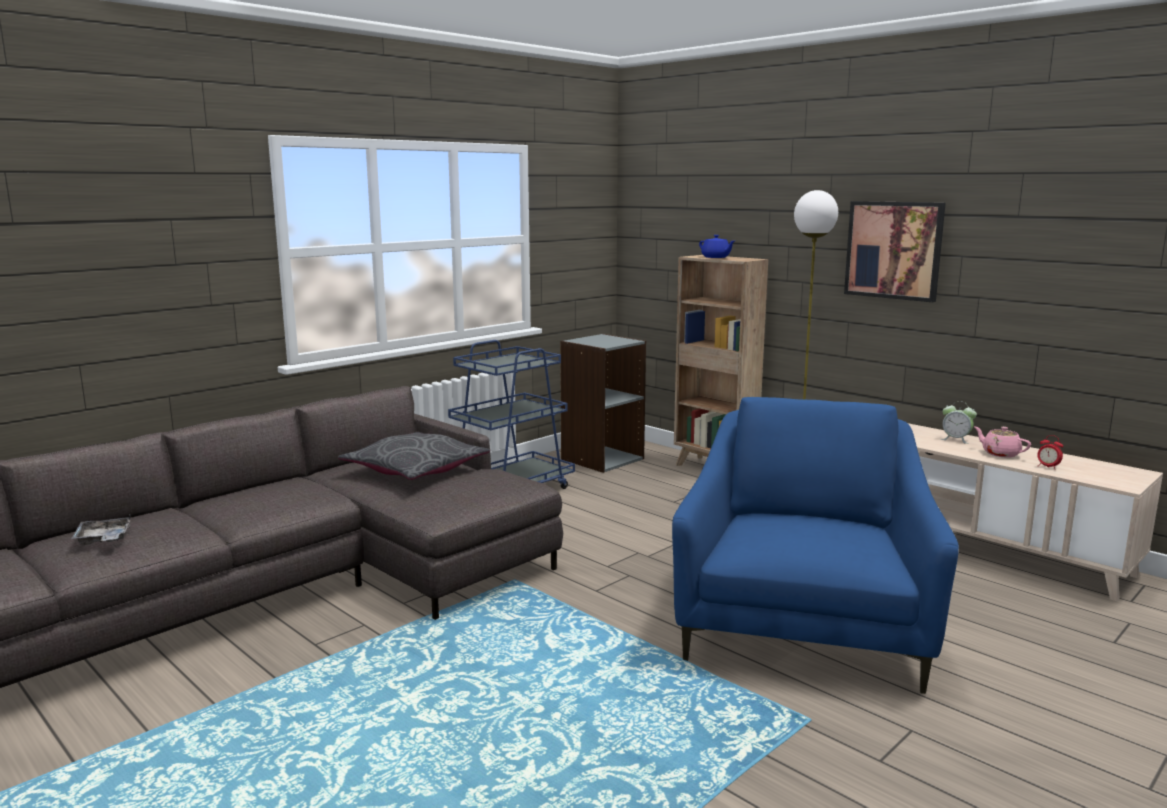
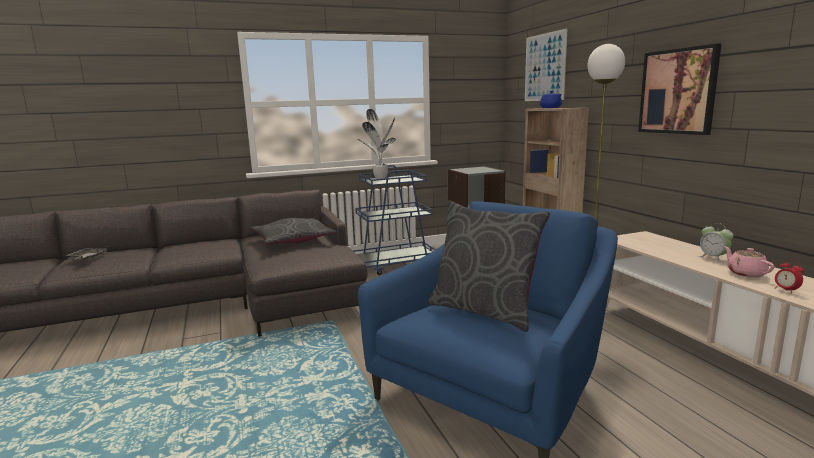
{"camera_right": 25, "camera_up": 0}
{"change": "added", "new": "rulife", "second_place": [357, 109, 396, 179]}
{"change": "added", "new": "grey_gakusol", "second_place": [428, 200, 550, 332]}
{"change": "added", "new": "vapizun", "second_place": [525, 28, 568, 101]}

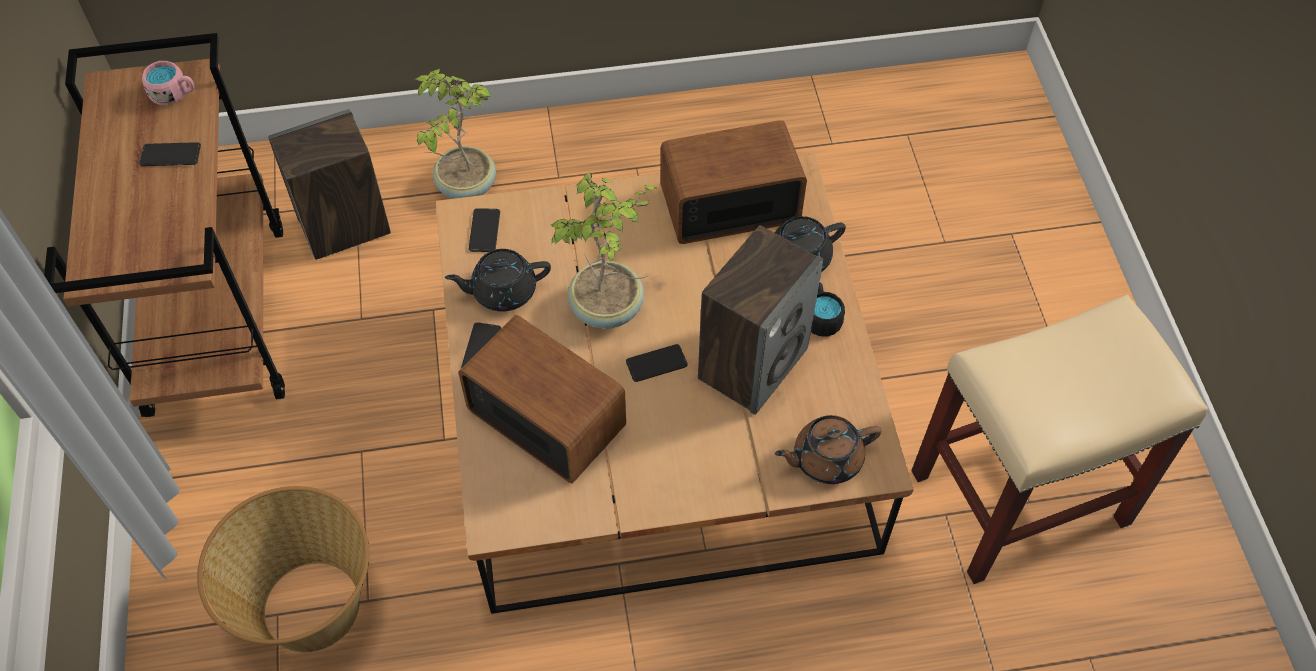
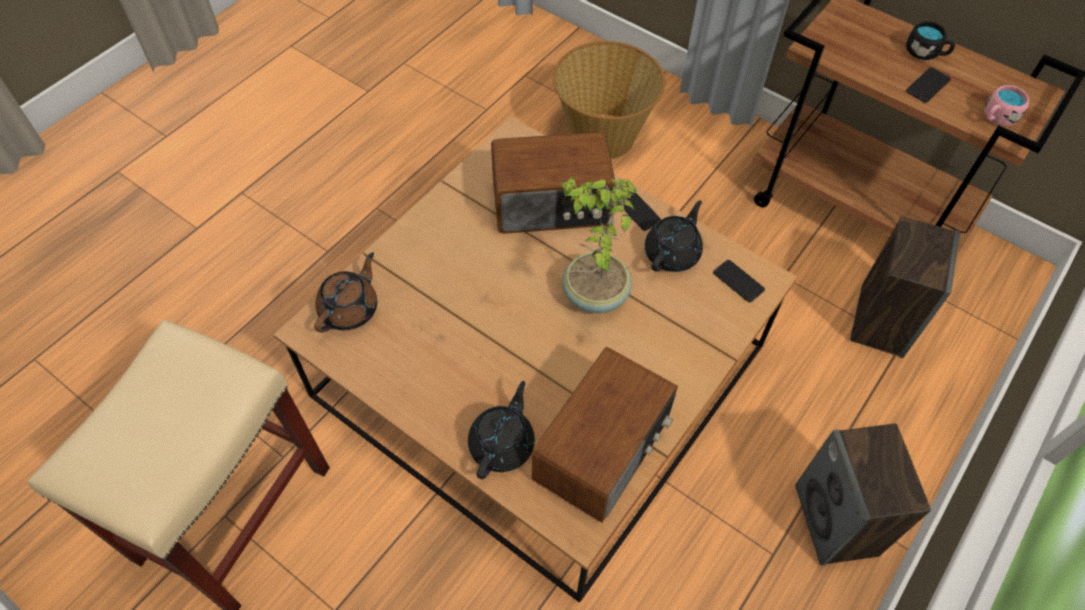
{"camera_right": 135, "camera_up": 0}
{"change": "removed", "old": "rulife", "first_place": [416, 69, 496, 199]}
{"change": "removed", "old": "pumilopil", "first_place": [626, 344, 688, 382]}
{"change": "moved", "old": "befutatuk", "first_place": [698, 225, 823, 415], "second_place": [795, 424, 931, 566]}
{"change": "moved", "old": "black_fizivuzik", "first_place": [811, 282, 845, 337], "second_place": [906, 21, 955, 60]}

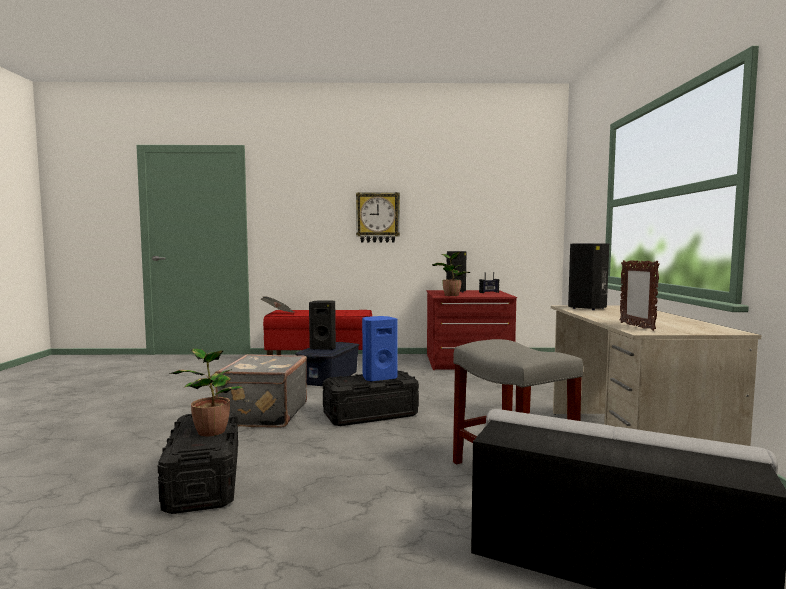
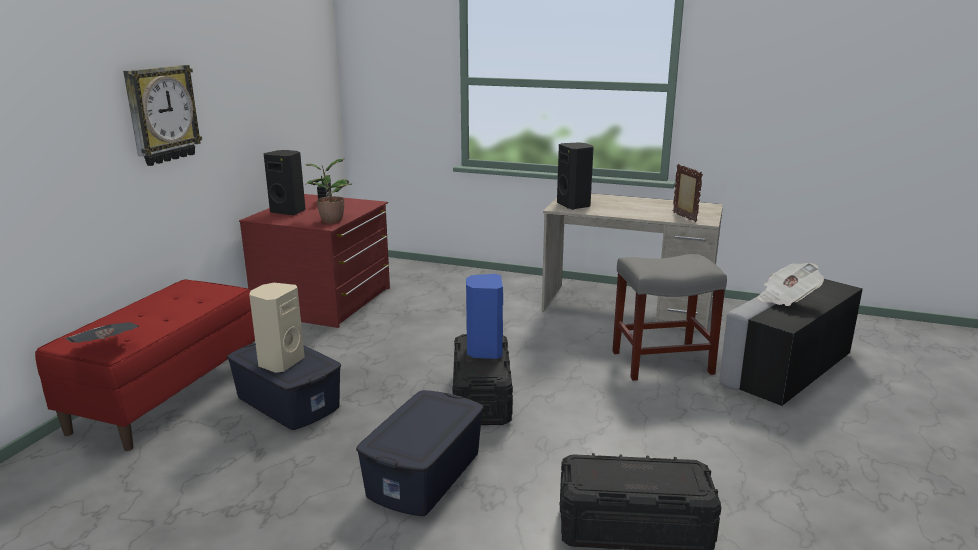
{"camera_right": -70, "camera_up": 15}
{"change": "removed", "old": "rulife", "first_place": [169, 348, 245, 436]}
{"change": "replaced", "old": "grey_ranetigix", "new": "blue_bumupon", "first_place": [215, 354, 307, 428], "second_place": [356, 390, 484, 516]}
{"change": "recoloured", "old": "black_befutatuk", "new": "beige_befutatuk", "first_place": [309, 300, 336, 350], "second_place": [249, 283, 305, 373]}
{"change": "turned", "old": "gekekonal", "first_place": [620, 260, 660, 331], "second_place": [673, 164, 703, 222], "degrees": -120}
{"change": "added", "new": "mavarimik", "second_place": [757, 263, 824, 306]}

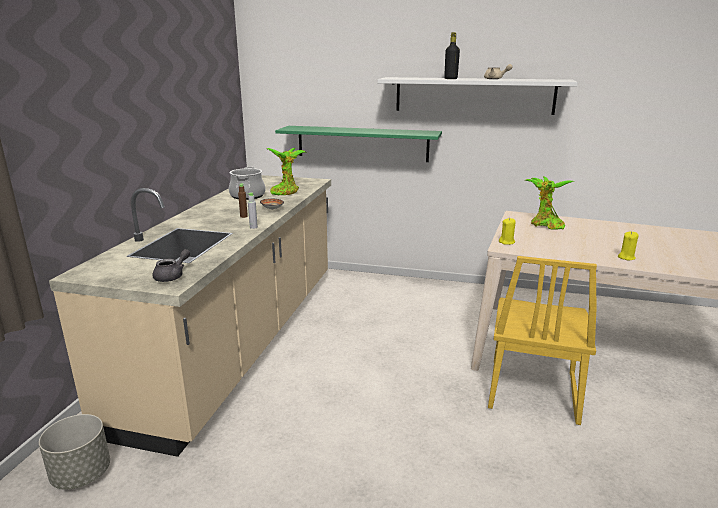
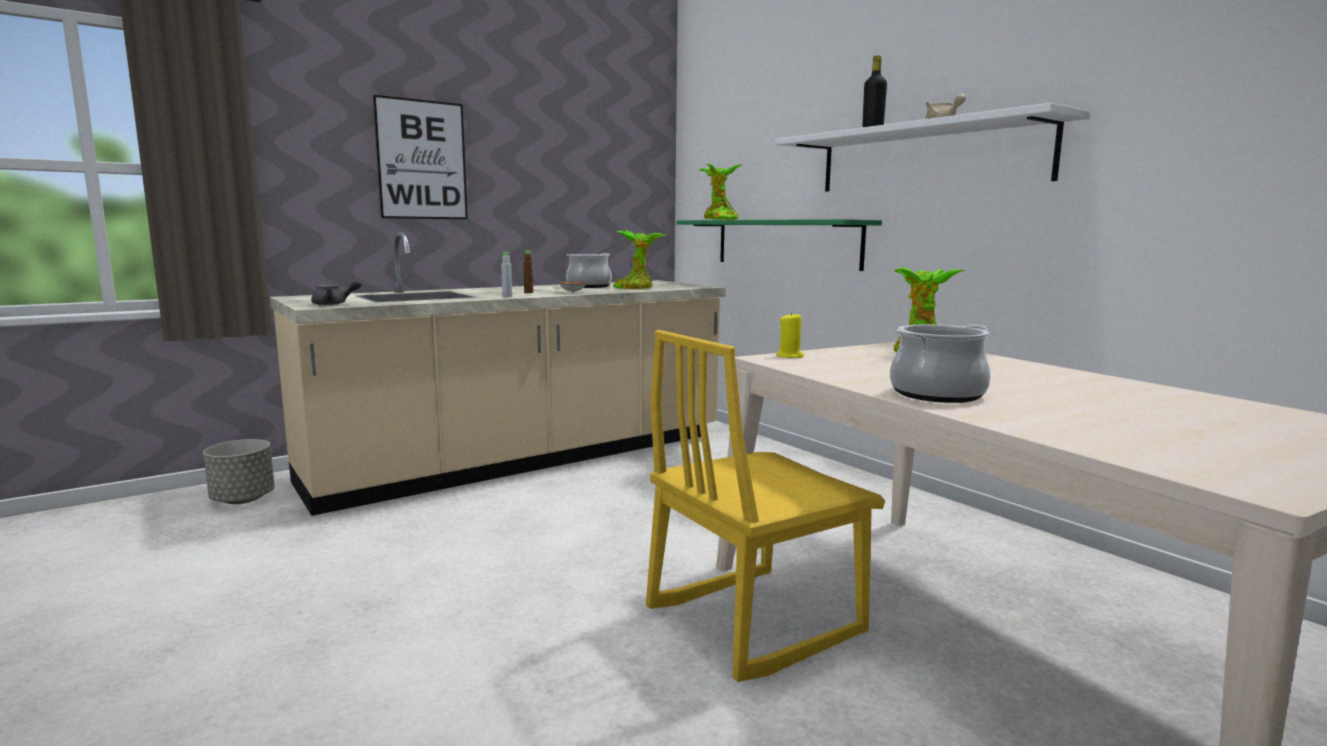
{"camera_right": 40, "camera_up": -10}
{"change": "replaced", "old": "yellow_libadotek", "new": "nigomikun", "first_place": [618, 231, 639, 260], "second_place": [890, 325, 991, 403]}
{"change": "added", "new": "vapizun", "second_place": [373, 95, 468, 219]}
{"change": "added", "new": "rulife", "second_place": [699, 163, 742, 220]}

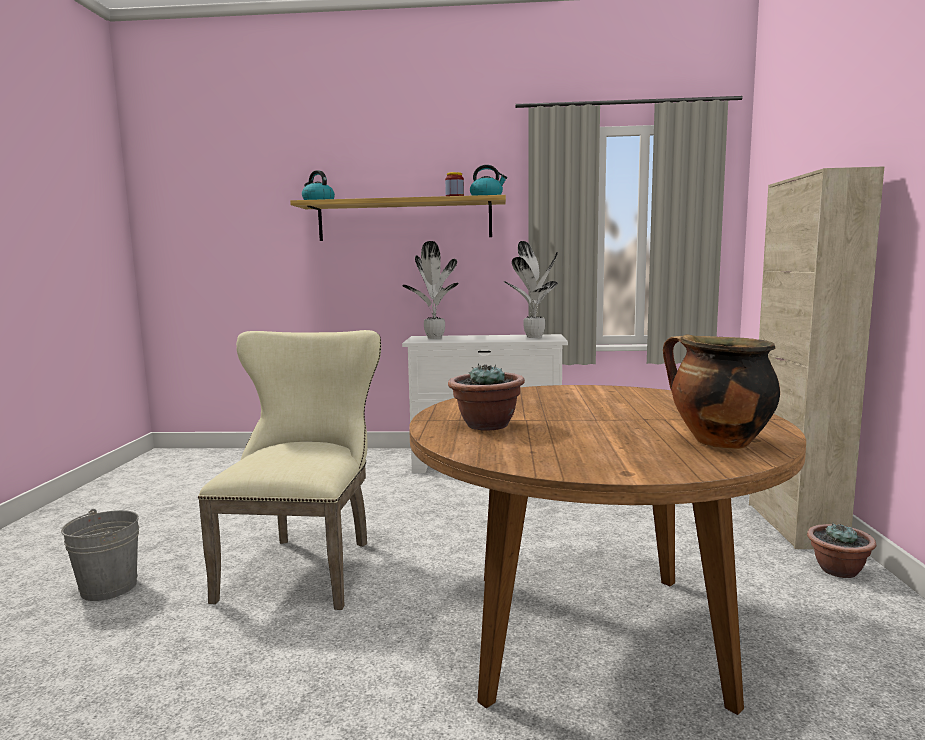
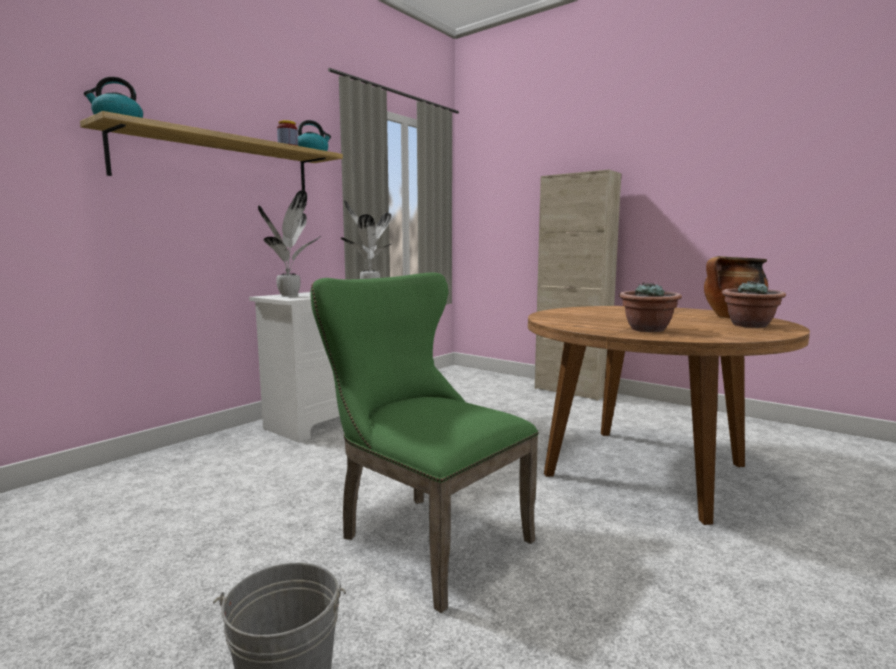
{"camera_right": -55, "camera_up": 0}
{"change": "recoloured", "old": "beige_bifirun", "new": "green_bifirun", "first_place": [198, 330, 381, 610], "second_place": [311, 273, 539, 613]}
{"change": "moved", "old": "rulife", "first_place": [807, 522, 876, 578], "second_place": [722, 281, 786, 328]}

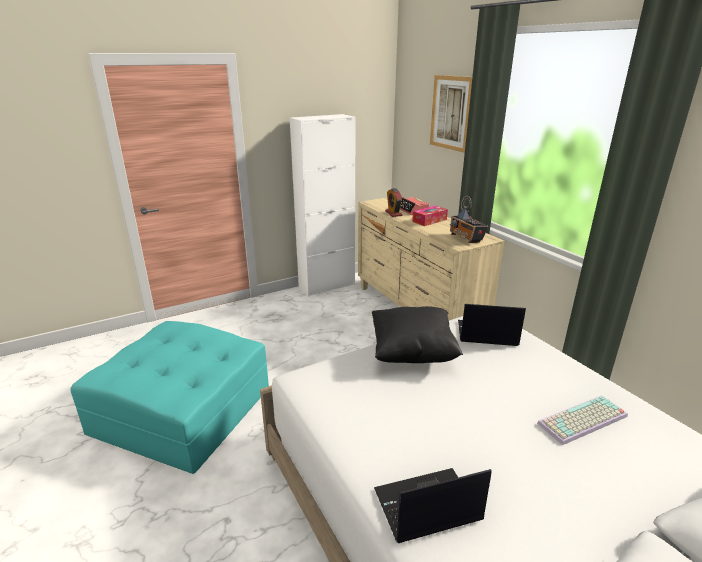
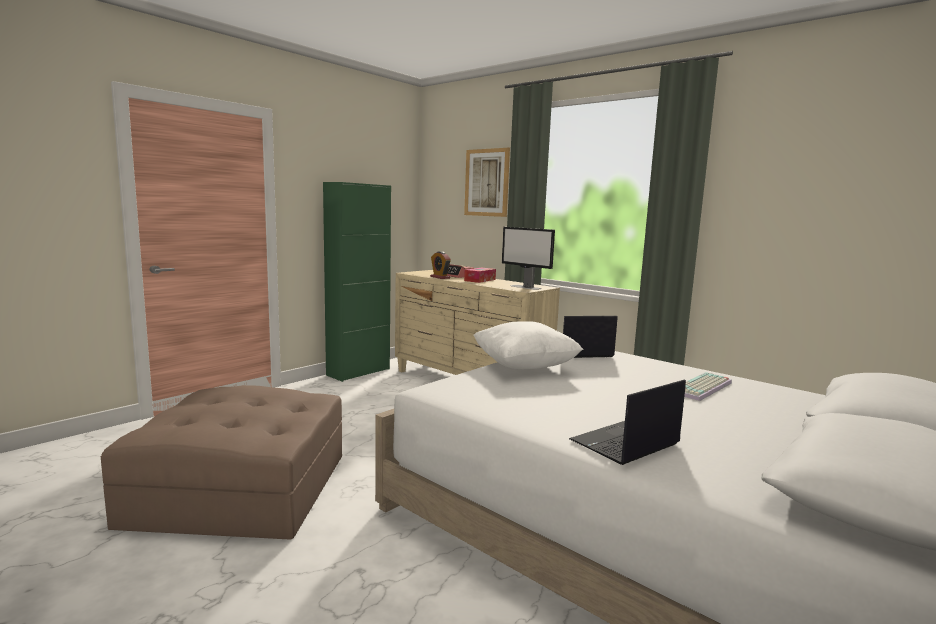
{"camera_right": -20, "camera_up": -15}
{"change": "recoloured", "old": "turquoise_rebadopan", "new": "brown_rebadopan", "first_place": [70, 321, 269, 474], "second_place": [101, 385, 342, 540]}
{"change": "recoloured", "old": "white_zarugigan", "new": "green_zarugigan", "first_place": [290, 114, 356, 297], "second_place": [323, 182, 391, 382]}
{"change": "recoloured", "old": "black_gakusol", "new": "white_gakusol", "first_place": [372, 306, 463, 363], "second_place": [473, 321, 584, 369]}
{"change": "replaced", "old": "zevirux", "new": "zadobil", "first_place": [450, 196, 488, 243], "second_place": [502, 227, 555, 290]}

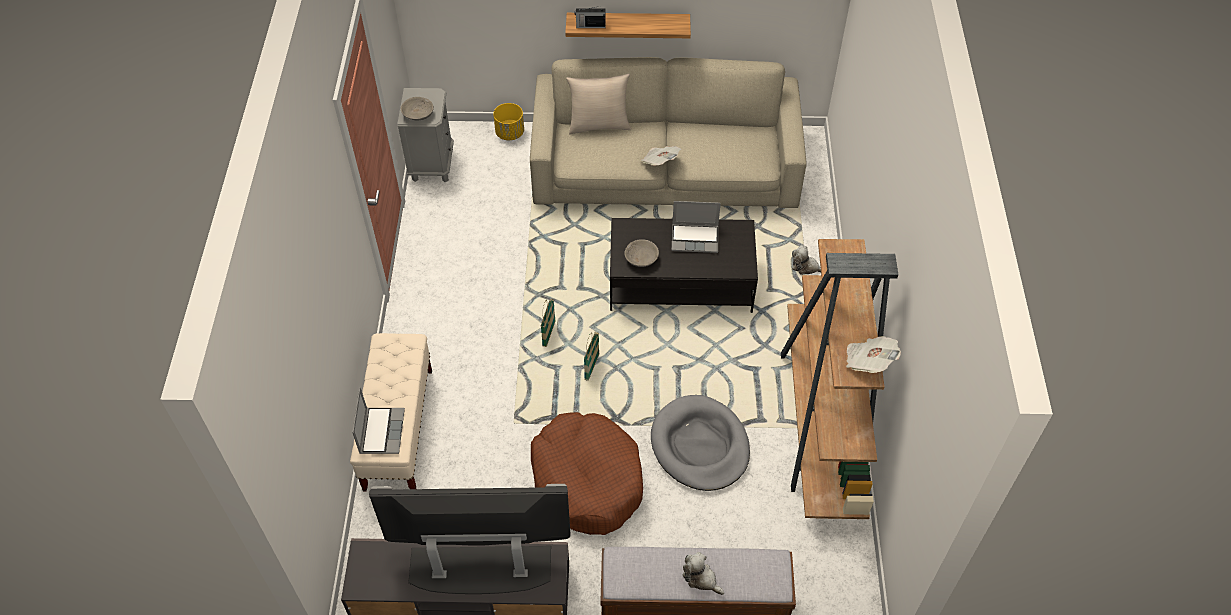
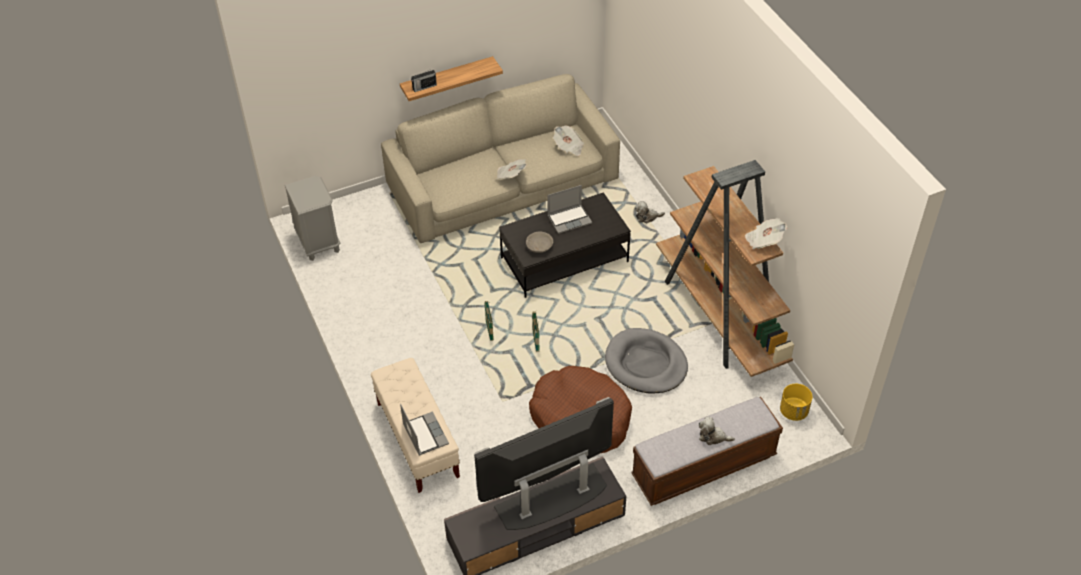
{"camera_right": -25, "camera_up": -5}
{"change": "removed", "old": "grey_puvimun", "first_place": [401, 97, 434, 121]}
{"change": "moved", "old": "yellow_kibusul", "first_place": [493, 103, 524, 140], "second_place": [780, 384, 812, 421]}
{"change": "removed", "old": "beige_gakusol", "first_place": [566, 74, 631, 134]}
{"change": "added", "new": "mavarimik", "second_place": [553, 126, 584, 156]}

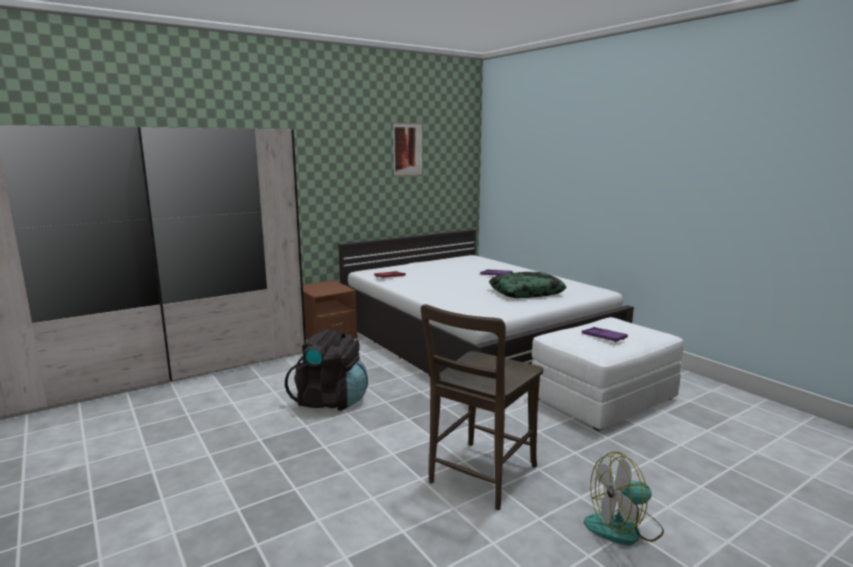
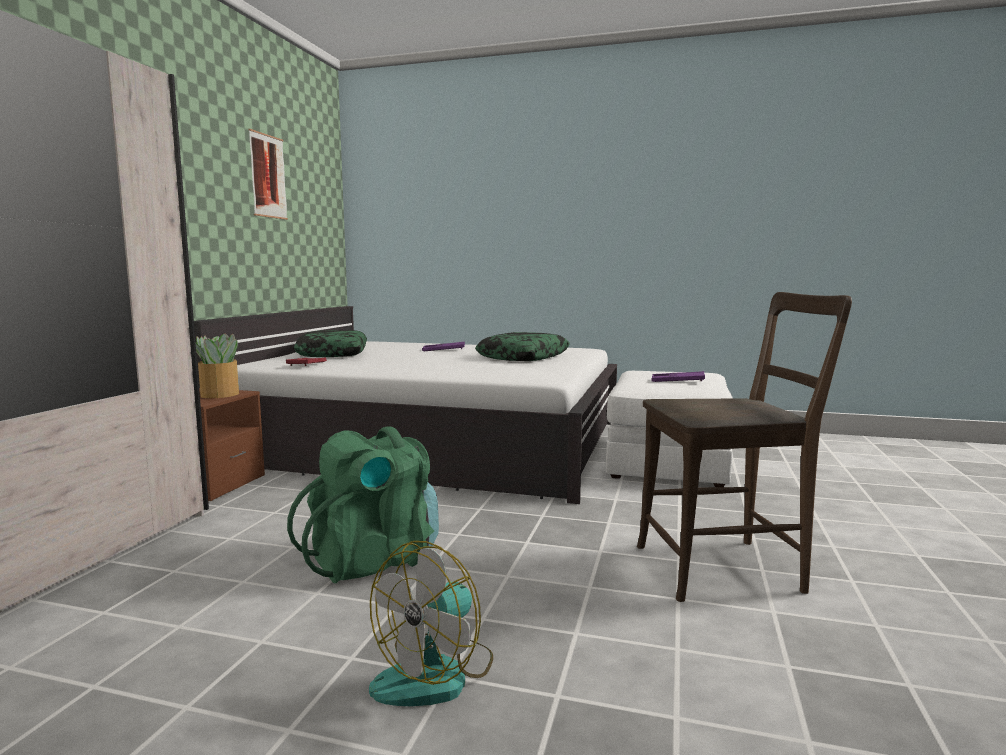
{"camera_right": -40, "camera_up": -5}
{"change": "recoloured", "old": "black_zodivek", "new": "green_zodivek", "first_place": [285, 329, 368, 411], "second_place": [287, 426, 439, 583]}
{"change": "turned", "old": "brown_bifirun", "first_place": [421, 304, 543, 510], "second_place": [637, 292, 852, 602], "degrees": -90}
{"change": "moved", "old": "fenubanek", "first_place": [584, 451, 664, 546], "second_place": [369, 541, 493, 706]}
{"change": "added", "new": "rulife", "second_place": [196, 333, 239, 398]}
{"change": "added", "new": "gakusol", "second_place": [294, 330, 367, 357]}

